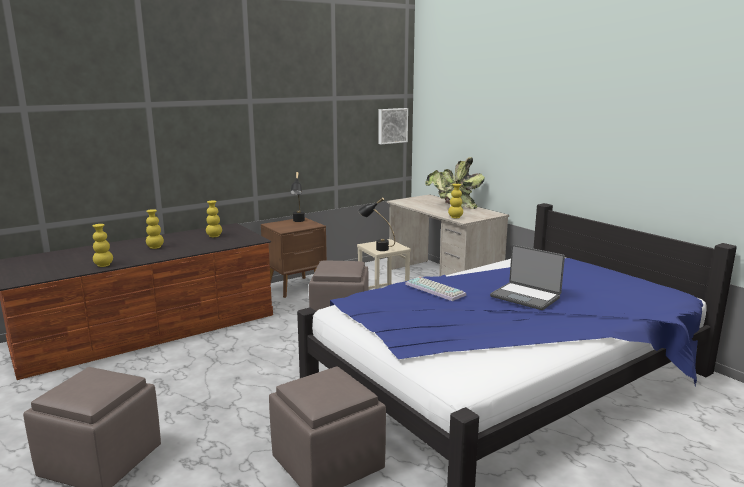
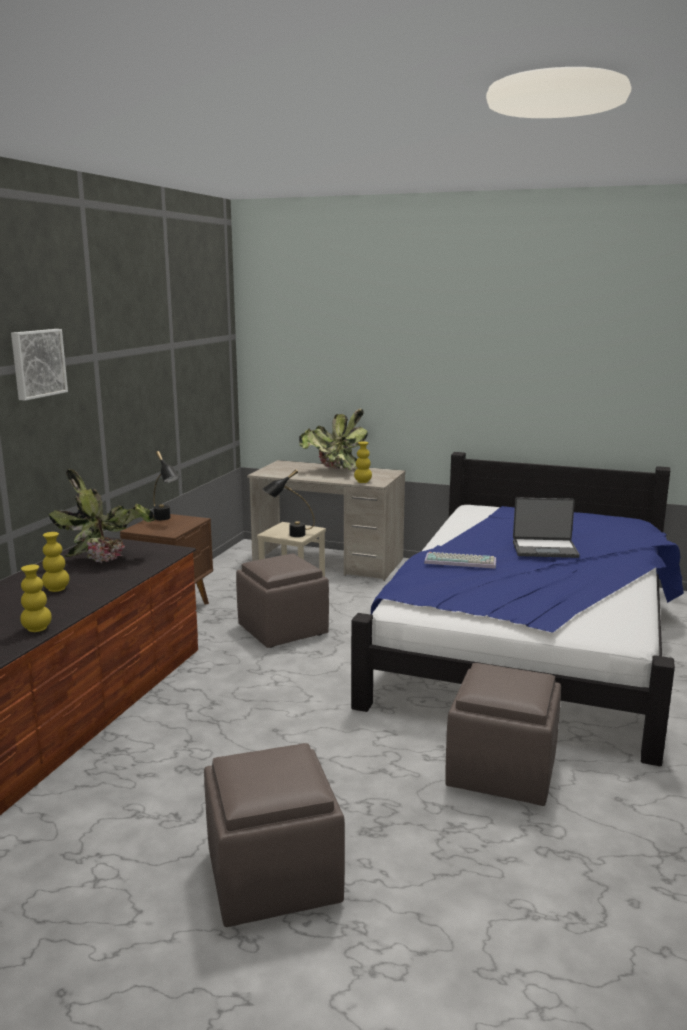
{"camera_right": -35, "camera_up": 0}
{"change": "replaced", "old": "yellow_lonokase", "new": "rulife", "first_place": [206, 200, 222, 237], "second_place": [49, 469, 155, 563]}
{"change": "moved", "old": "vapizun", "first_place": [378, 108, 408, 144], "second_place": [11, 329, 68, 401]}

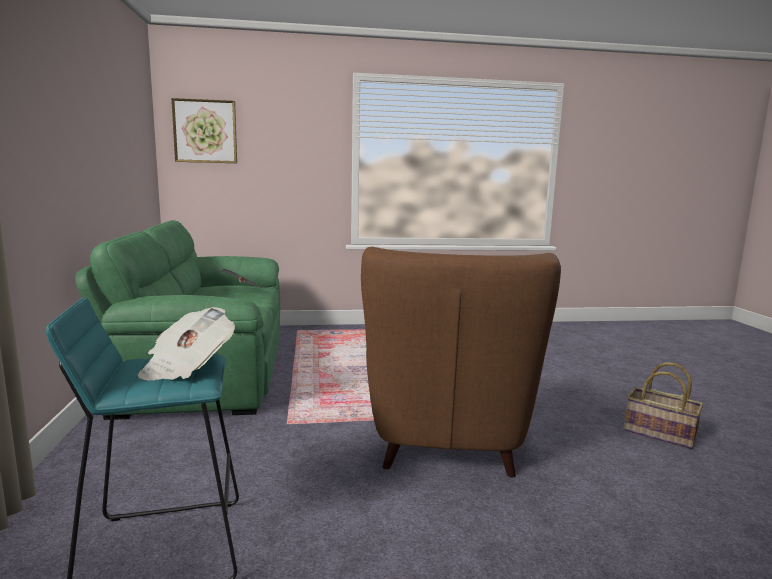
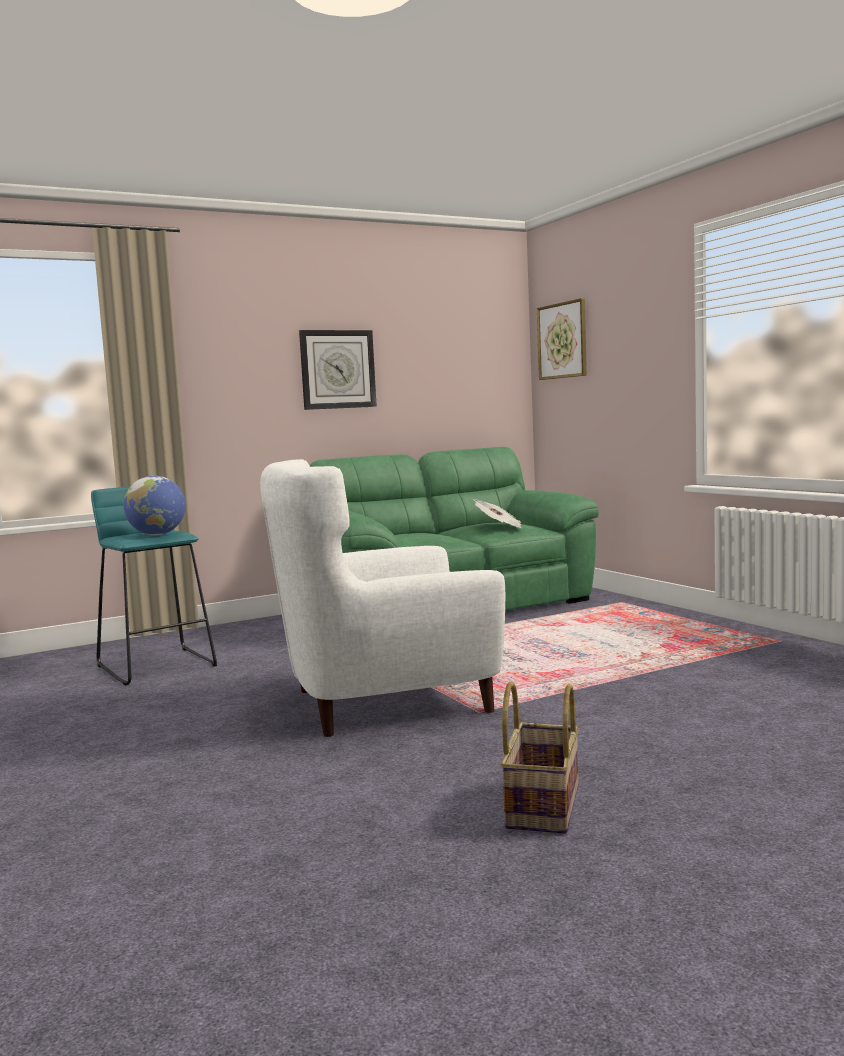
{"camera_right": 70, "camera_up": -5}
{"change": "replaced", "old": "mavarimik", "new": "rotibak", "first_place": [138, 307, 235, 380], "second_place": [123, 476, 186, 535]}
{"change": "recoloured", "old": "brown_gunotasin", "new": "white_gunotasin", "first_place": [361, 247, 561, 477], "second_place": [260, 459, 505, 737]}
{"change": "added", "new": "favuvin", "second_place": [299, 330, 377, 410]}

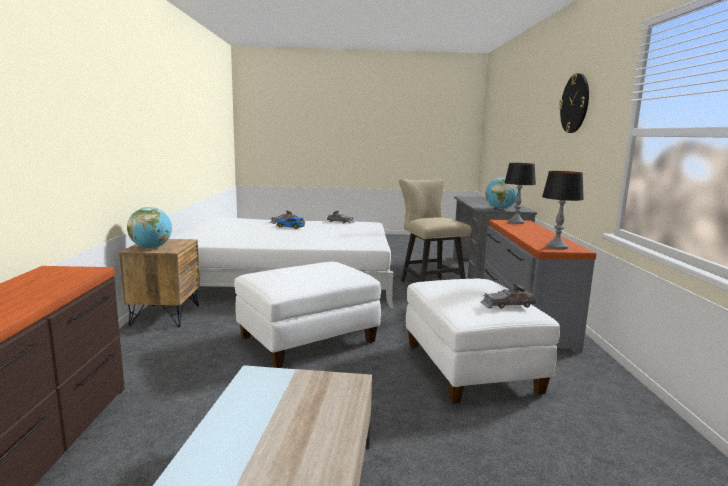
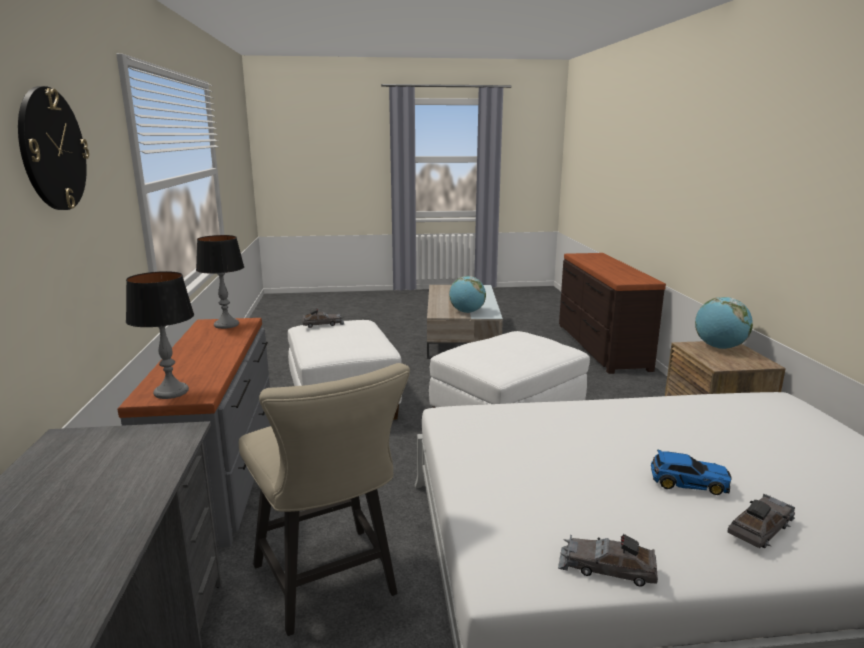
{"camera_right": 175, "camera_up": 5}
{"change": "moved", "old": "rotibak", "first_place": [486, 178, 518, 209], "second_place": [449, 276, 486, 313]}

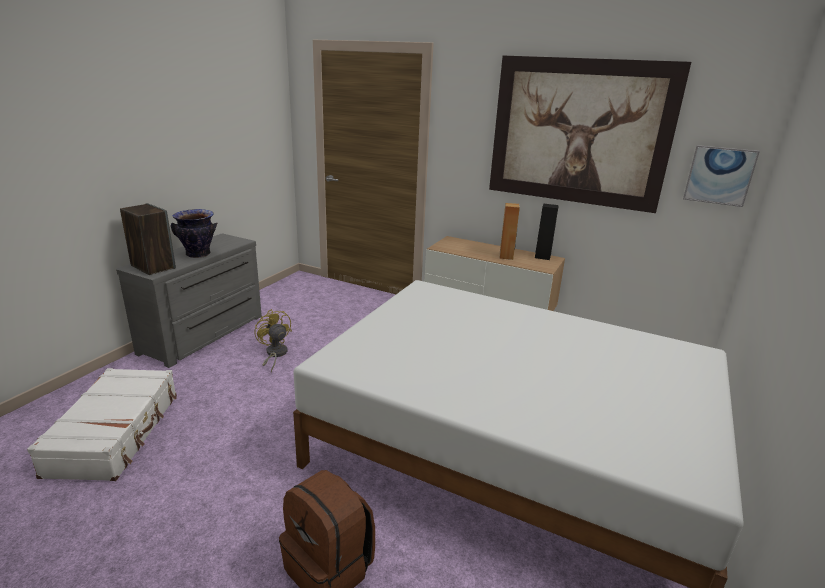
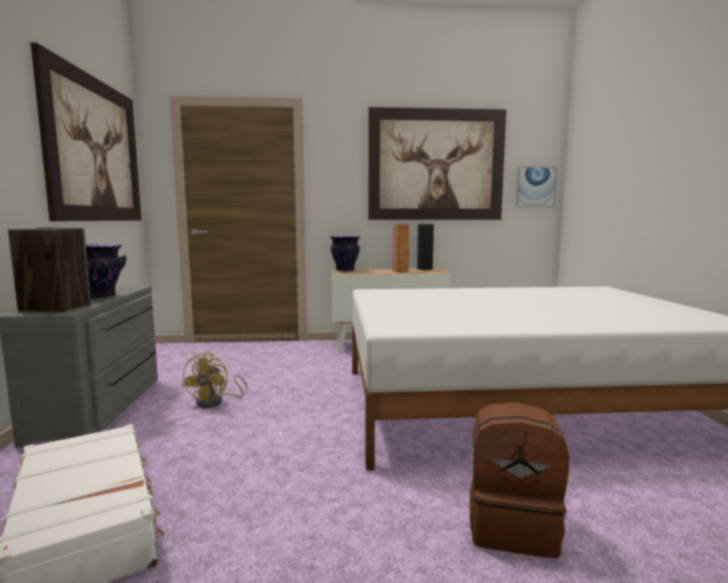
{"camera_right": -30, "camera_up": -15}
{"change": "turned", "old": "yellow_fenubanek", "first_place": [255, 309, 292, 372], "second_place": [182, 352, 248, 408], "degrees": -105}
{"change": "added", "new": "vapizun", "second_place": [31, 43, 141, 221]}
{"change": "added", "new": "lonokase", "second_place": [330, 236, 360, 271]}

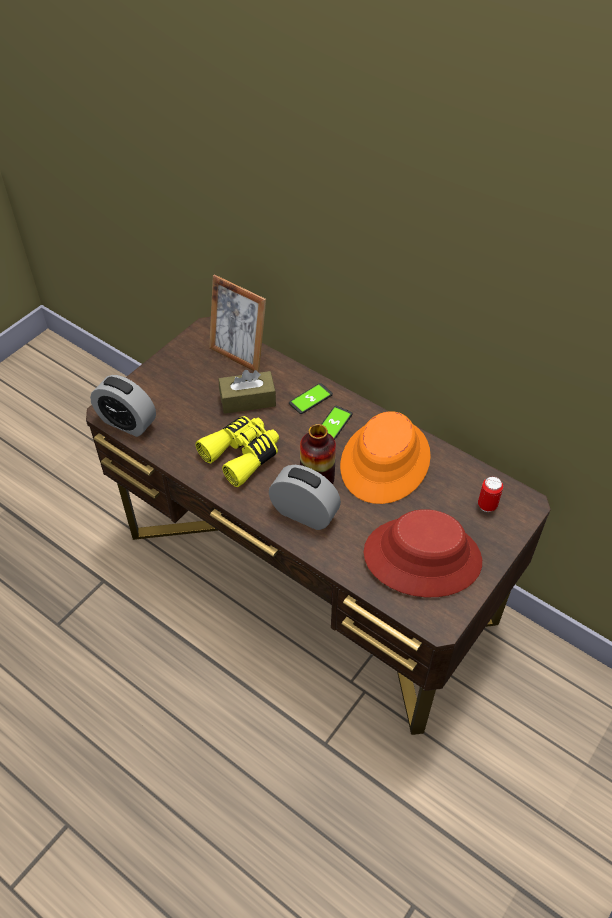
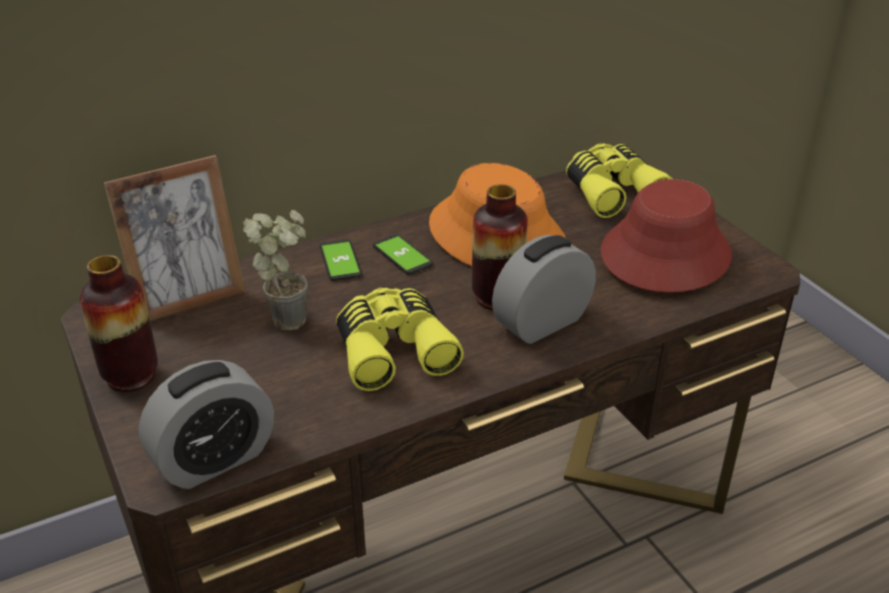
{"camera_right": -65, "camera_up": -15}
{"change": "replaced", "old": "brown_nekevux", "new": "rulife", "first_place": [219, 370, 276, 414], "second_place": [243, 210, 308, 330]}
{"change": "replaced", "old": "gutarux", "new": "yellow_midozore", "first_place": [478, 476, 503, 512], "second_place": [566, 143, 672, 218]}
{"change": "added", "new": "lonokase", "second_place": [79, 255, 158, 392]}

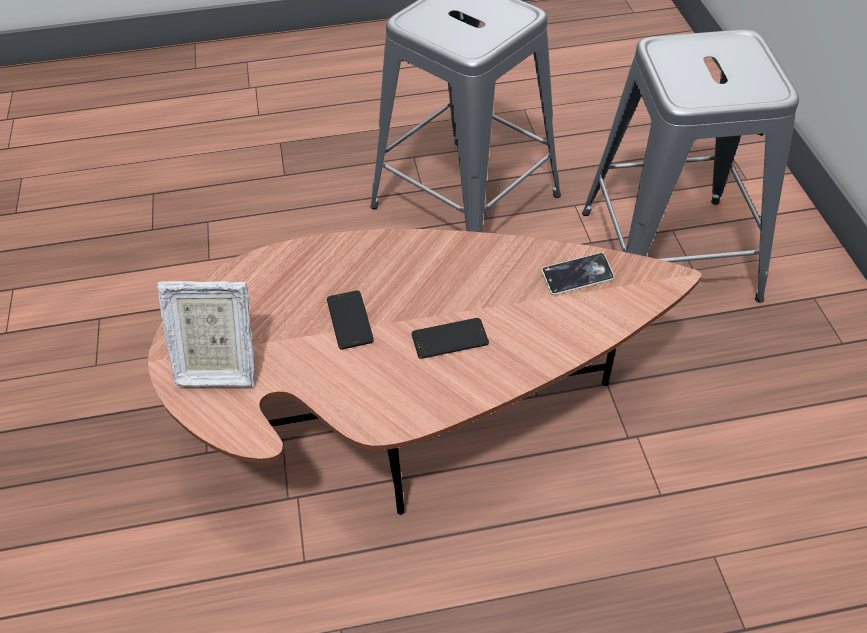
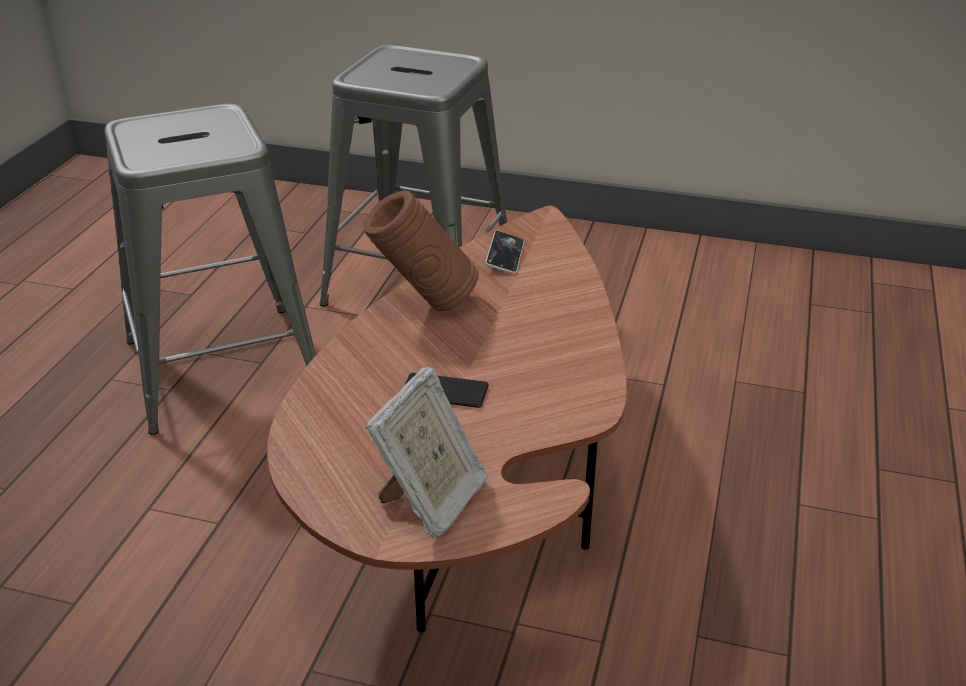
{"camera_right": -65, "camera_up": -15}
{"change": "removed", "old": "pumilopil", "first_place": [412, 318, 489, 359]}
{"change": "added", "new": "brown_lonokase", "second_place": [363, 190, 478, 311]}

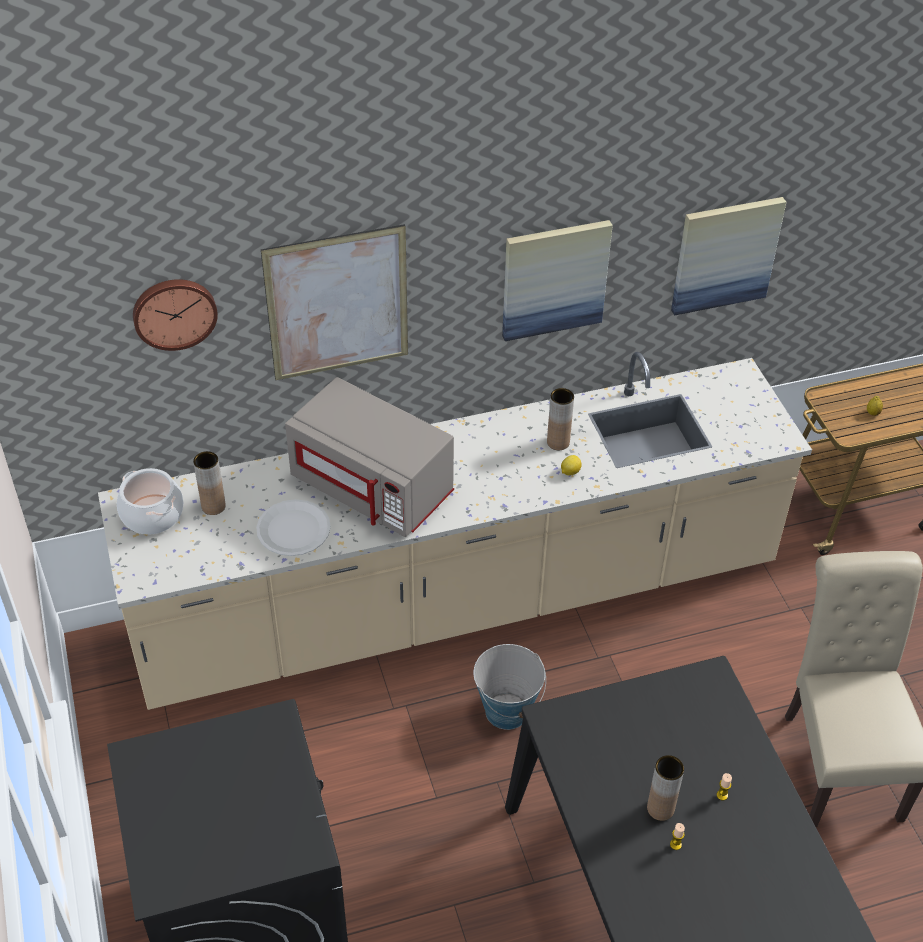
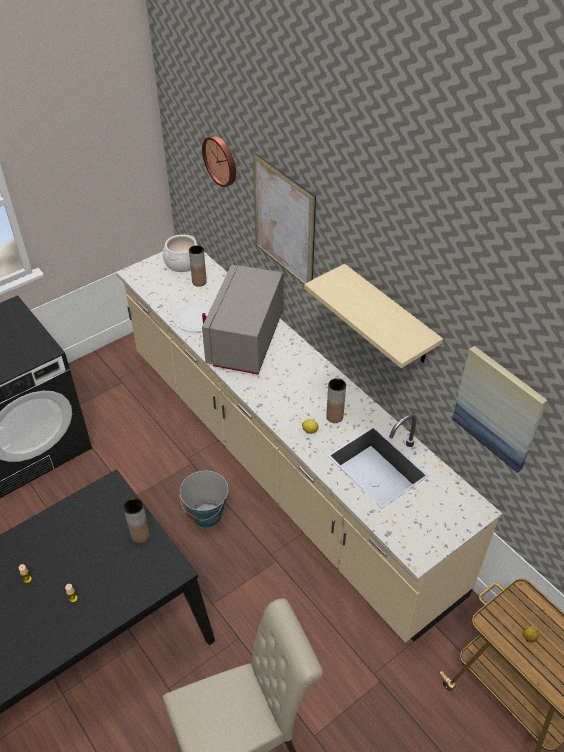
{"camera_right": 70, "camera_up": 0}
{"change": "replaced", "old": "vapizun", "new": "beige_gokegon", "first_place": [502, 220, 613, 341], "second_place": [304, 264, 443, 368]}
{"change": "moved", "old": "brown_lonokase", "first_place": [647, 755, 684, 821], "second_place": [124, 498, 150, 543]}

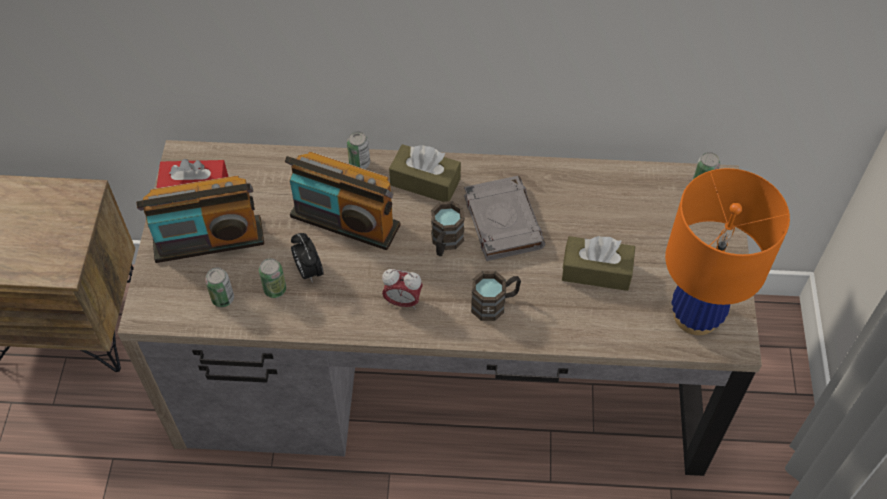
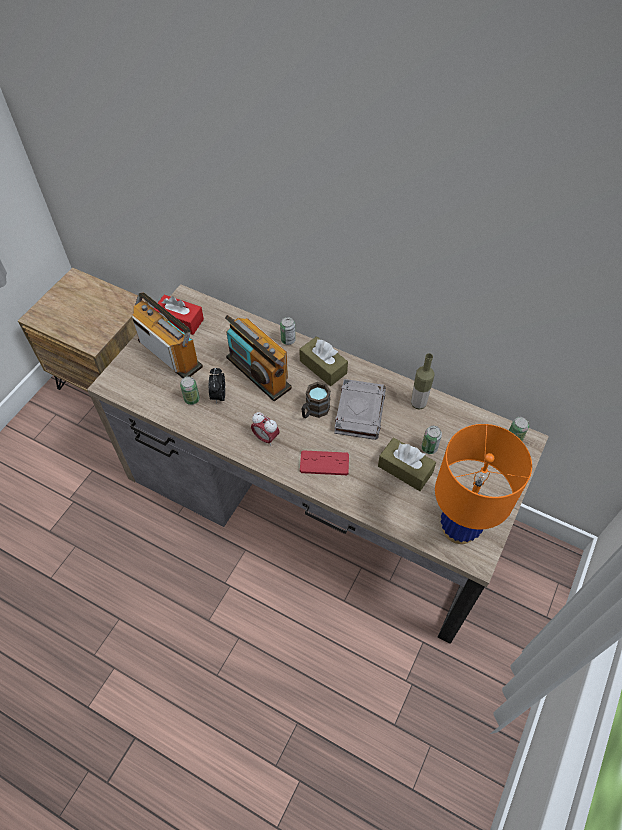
{"camera_right": 25, "camera_up": 0}
{"change": "turned", "old": "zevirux", "first_place": [136, 176, 264, 263], "second_place": [132, 293, 203, 378], "degrees": -150}
{"change": "moved", "old": "gutarux", "first_place": [205, 267, 234, 307], "second_place": [422, 426, 442, 454]}
{"change": "replaced", "old": "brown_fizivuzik", "new": "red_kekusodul", "first_place": [471, 271, 521, 321], "second_place": [300, 450, 349, 475]}
{"change": "added", "new": "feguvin", "second_place": [411, 353, 435, 410]}

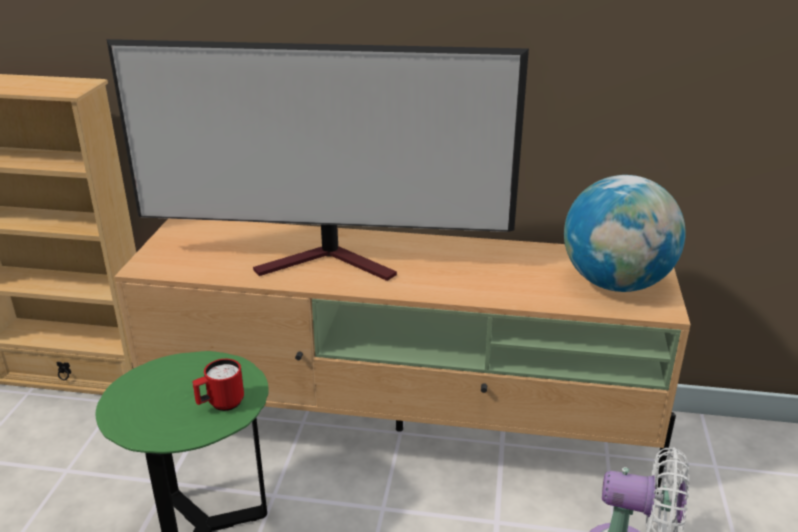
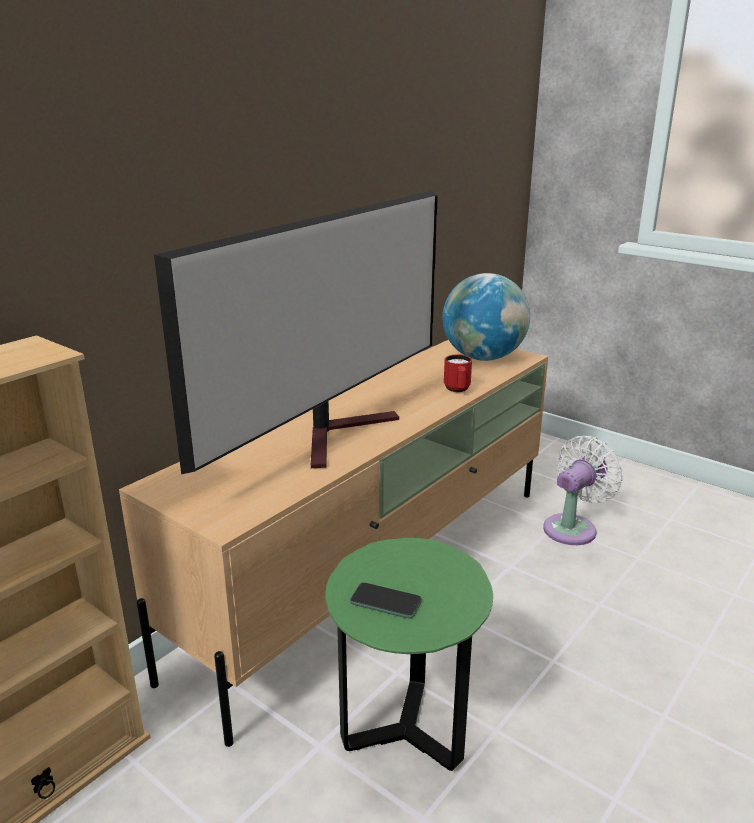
{"camera_right": -60, "camera_up": -5}
{"change": "moved", "old": "red_fizivuzik", "first_place": [192, 359, 244, 411], "second_place": [444, 355, 472, 392]}
{"change": "added", "new": "pumilopil", "second_place": [350, 582, 422, 619]}

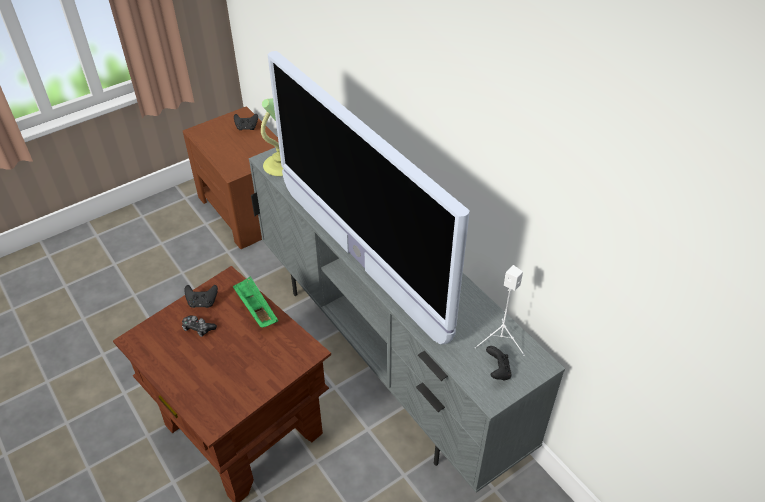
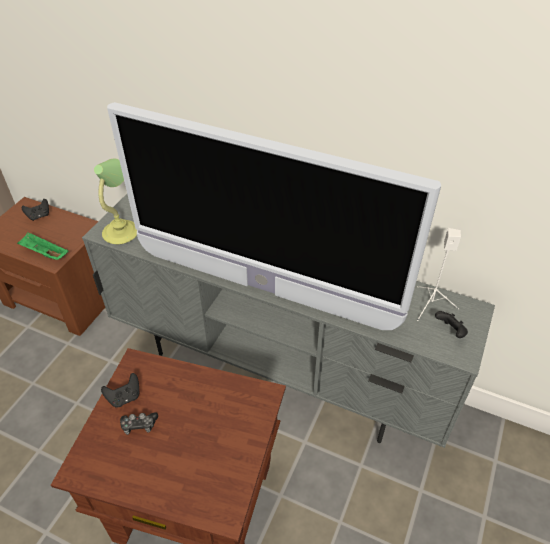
{"camera_right": -30, "camera_up": 0}
{"change": "moved", "old": "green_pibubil", "first_place": [233, 277, 278, 328], "second_place": [17, 232, 69, 260]}

